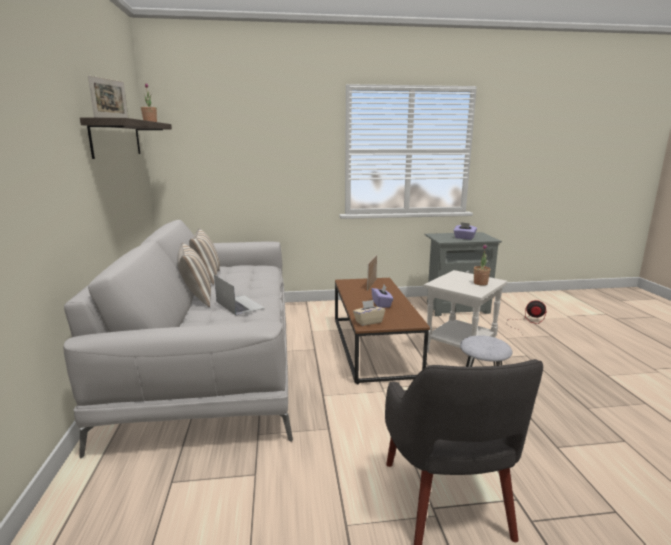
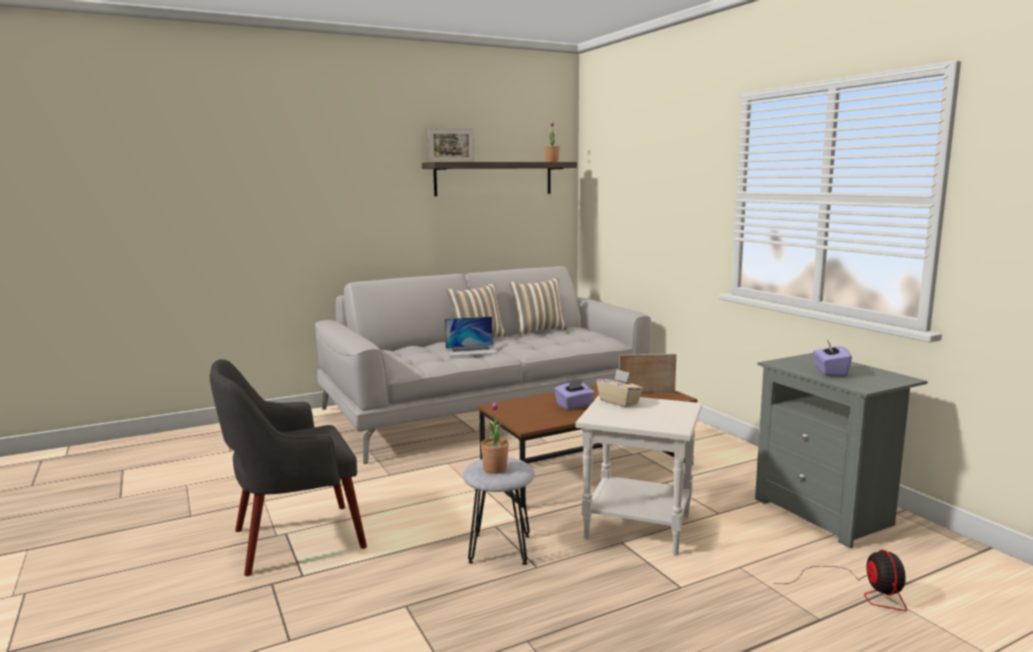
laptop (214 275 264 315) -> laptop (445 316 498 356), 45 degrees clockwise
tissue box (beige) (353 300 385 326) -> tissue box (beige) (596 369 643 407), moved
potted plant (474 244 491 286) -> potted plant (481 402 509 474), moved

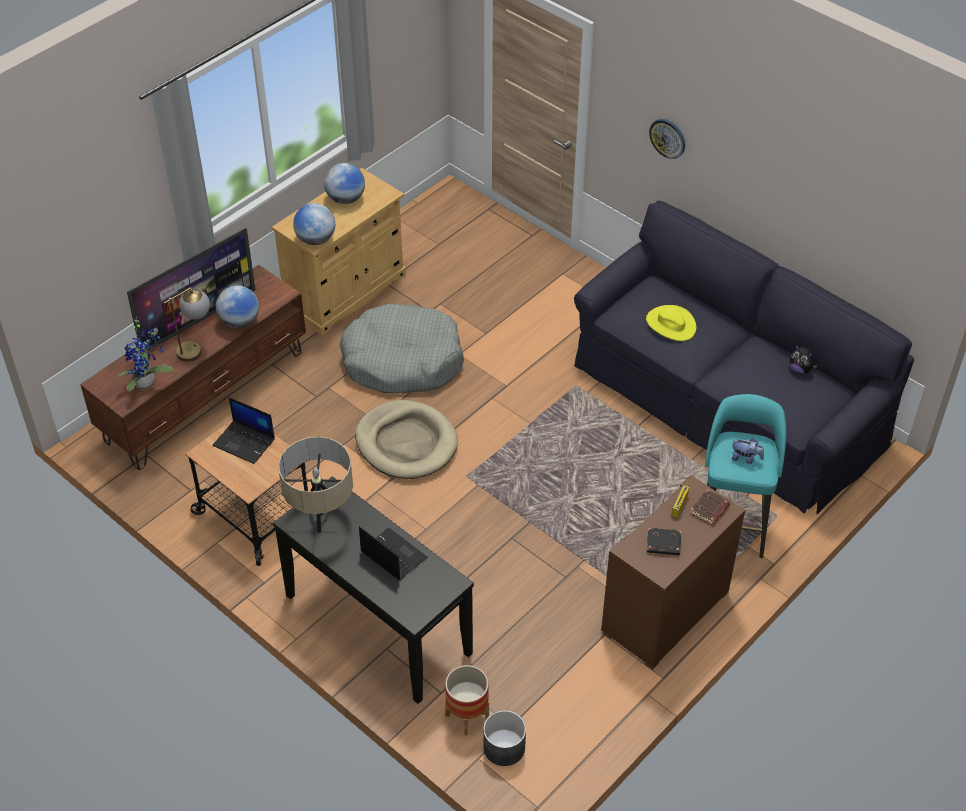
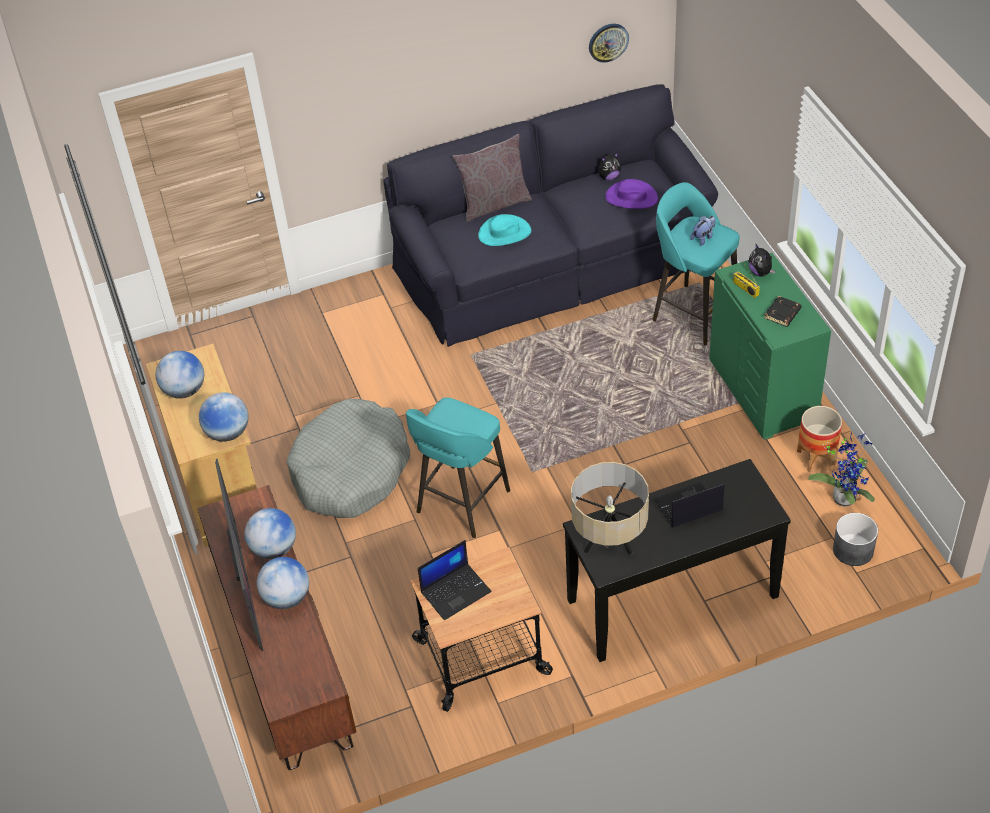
potted plant (117 319 173 391) -> potted plant (808 433 875 507), moved
table lamp (164 287 210 362) -> globe (257 557 309 609)
dog bed (beige) (355 400 458 479) -> stool (turquoise) (406 397 510 538)
planter (445 665 489 736) -> planter (797 406 842 472), moved
dresser (brown) (601 475 745 670) -> dresser (green) (709 253 831 440)
hat (yellow) (646 305 696 341) -> hat (turquoise) (478 214 531 246)
wall clock (649 119 685 159) -> wall clock (589 24 629 63), moved
book (brown) (690 489 730 525) -> plush toy (749 243 775 277)
none -> pillow (grey) (452 134 532 222)
none -> hat (purple) (605 179 658 209)

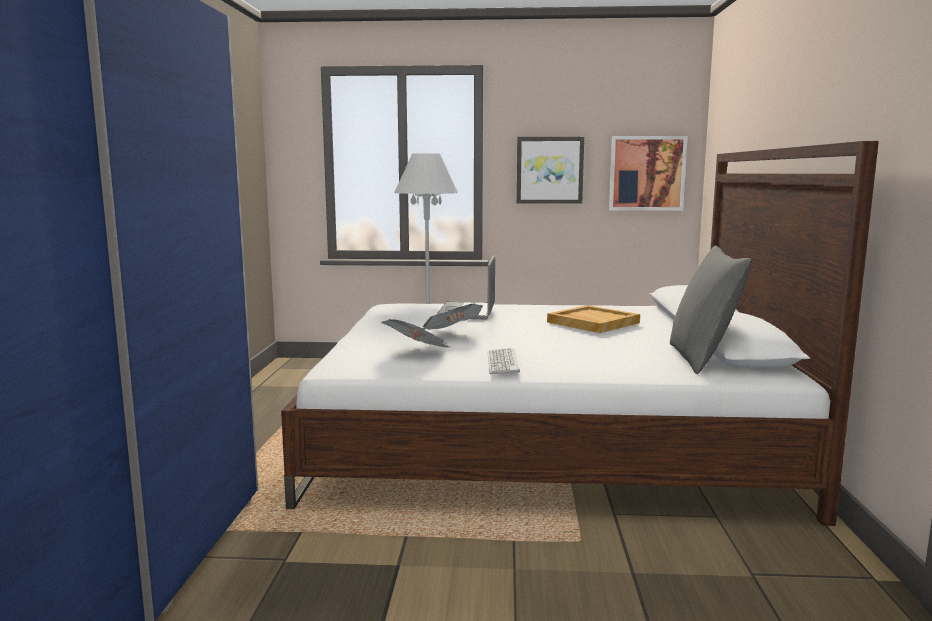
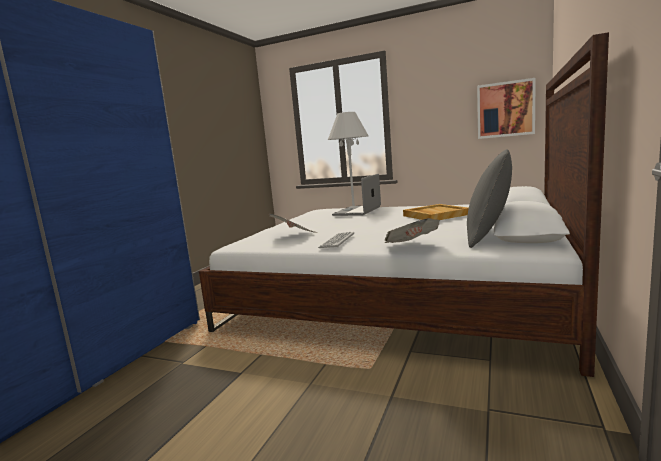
newspaper (422 303 483 330) -> newspaper (384 218 440 243), moved
picture (517 137 584 204) -> none

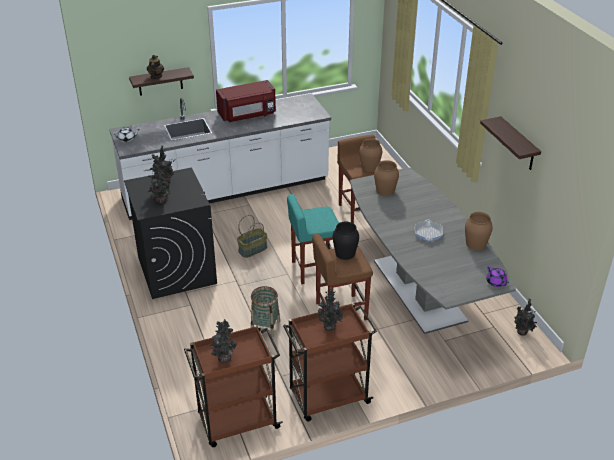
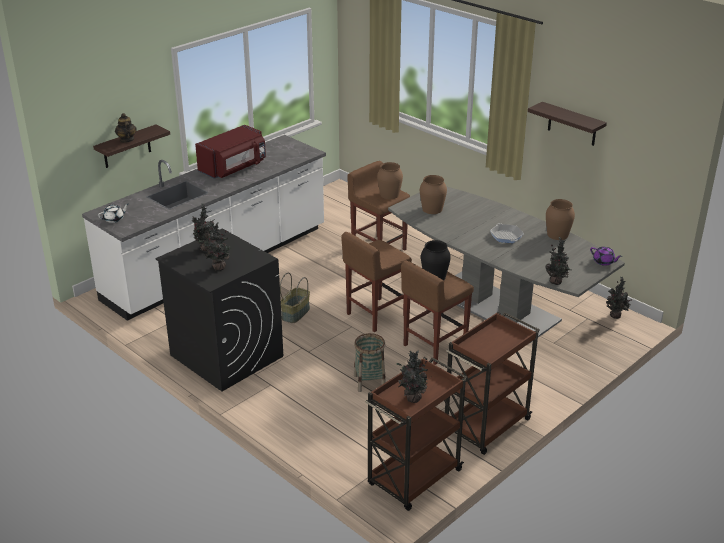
stool (turquoise) (287 194 339 284) -> stool (brown) (341 232 412 332)
potted plant (317 287 345 331) -> potted plant (545 237 572 285), moved

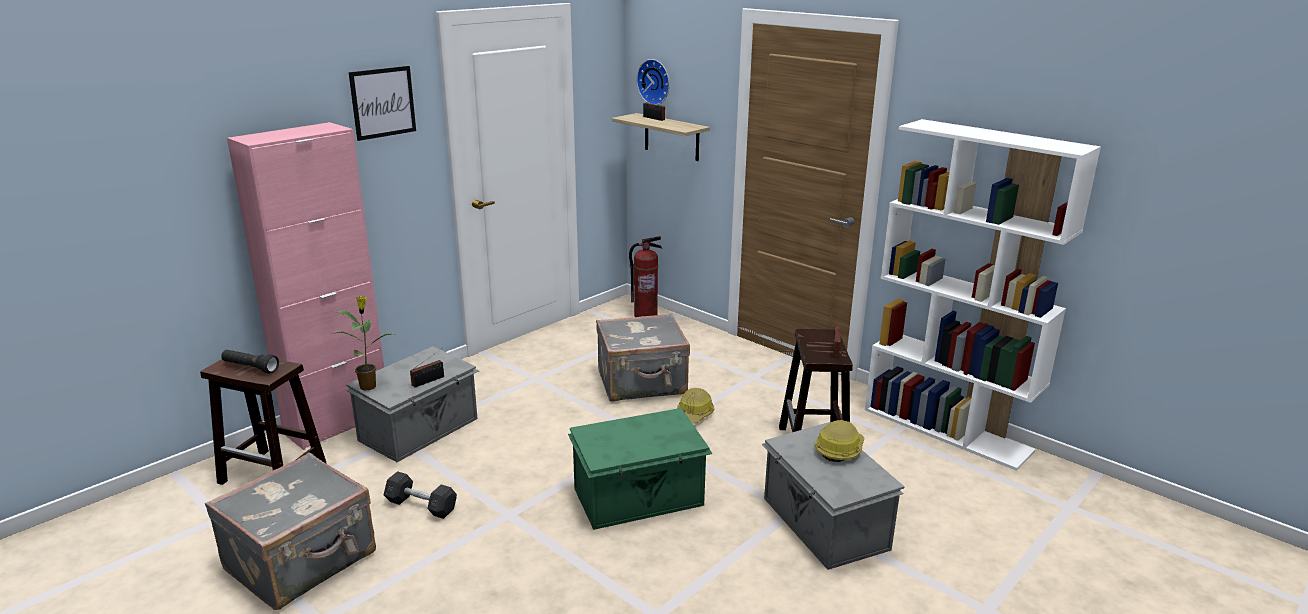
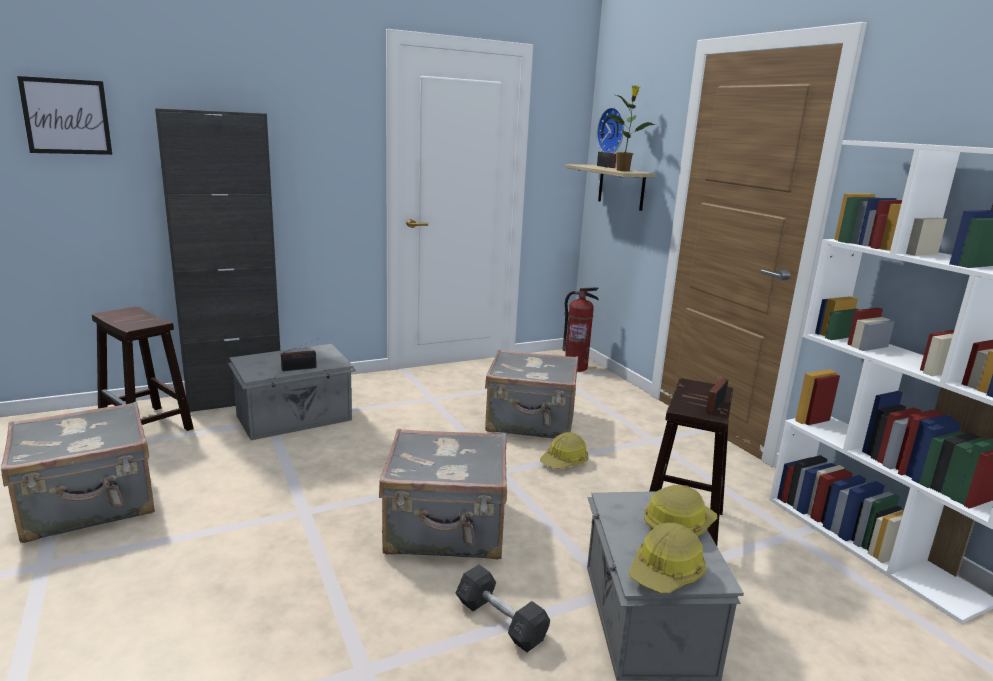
flashlight (black) (221 350 279 373) -> none
cabinet (pink) (227 122 384 450) -> cabinet (black) (155 108 280 413)
potted plant (331 296 392 390) -> potted plant (605 85 656 171), moved
picture (349 66 416 141) -> picture (17 76 112 155), moved
dumbbell (grey) (384 471 457 519) -> dumbbell (grey) (456 565 550 652), moved
storage box (green) (568 408 713 530) -> suitcase (grey) (379 429 507 559)
none -> hard hat (629 523 706 594)

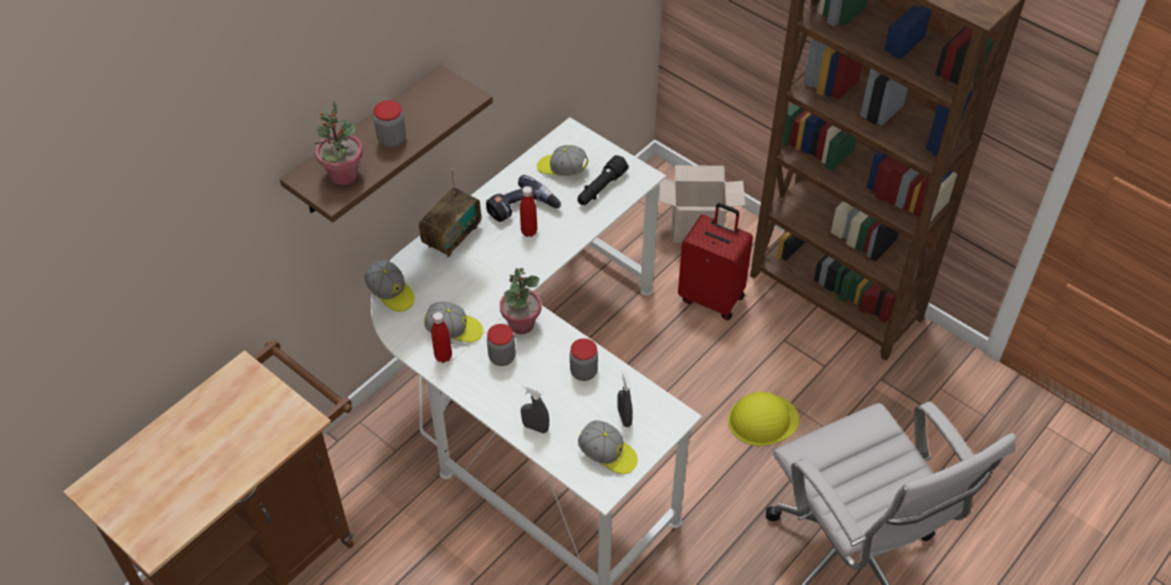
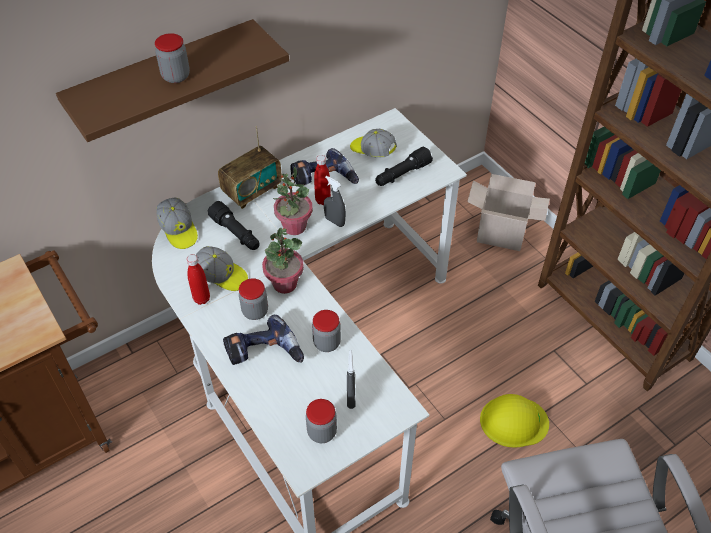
potted plant (315 101 363 185) -> potted plant (273 167 313 235), moved
spray bottle (grey) (521 385 549 433) -> spray bottle (grey) (324 176 346 227), moved
cap (578 420 638 474) -> jar (306 399 337 443)
suitcase (red) (678 203 753 320) -> none
none -> flashlight (black) (208 201 259 250)
none -> power drill (223 315 304 365)

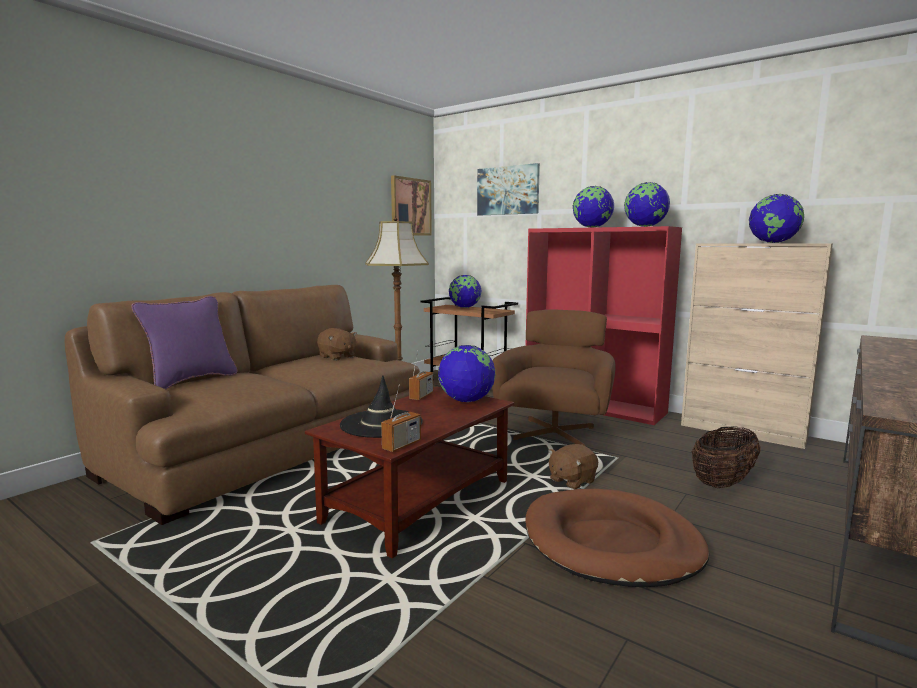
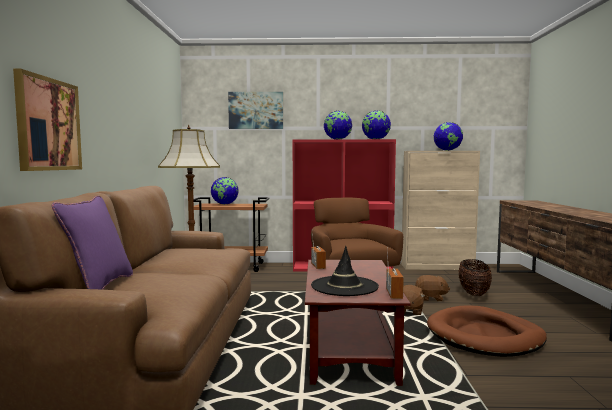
plush toy (brown) (317 328 357 361) -> plush toy (brown) (415 275 450 301), moved
picture (391 175 432 236) -> picture (13 69 82 171), moved
globe (438 345 496 402) -> none

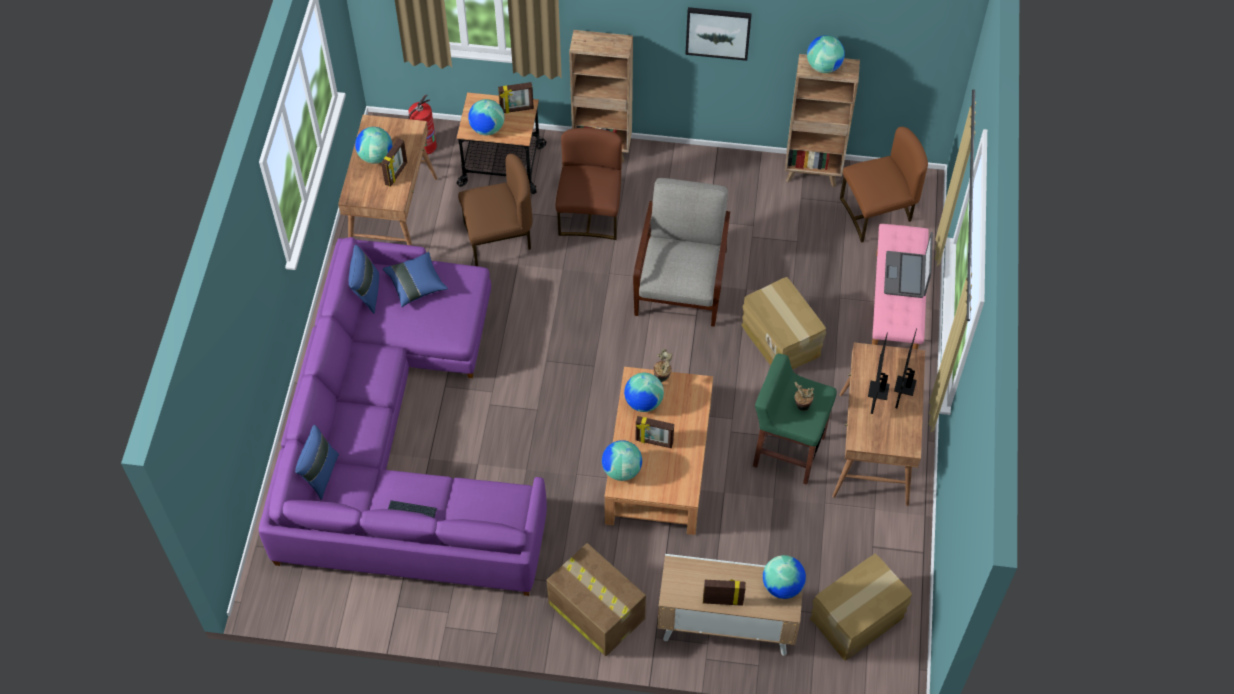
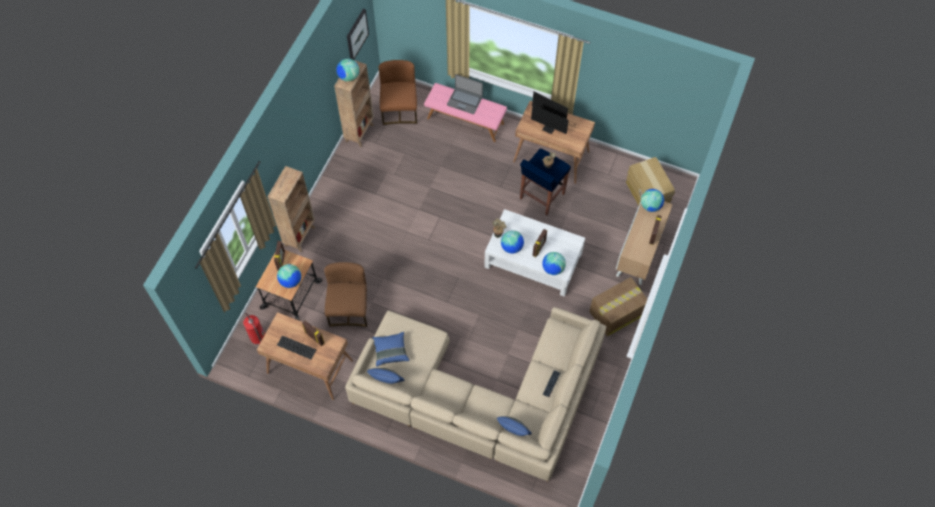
sofa (purple) (259 237 547 596) -> sofa (beige) (345 307 606 481)
globe (355 127 392 164) -> keyboard (277 335 317 359)
chair (brown) (556 128 622 240) -> none
coffee table (brown) (605 367 713 535) -> coffee table (white) (484 209 585 297)
armchair (grey) (633 178 730 327) -> none
picture (685 7 752 61) -> picture (347 9 369 60), moved
cardboard box (742 277 826 369) -> none
stool (green) (753 354 837 485) -> stool (blue) (520 148 571 215)

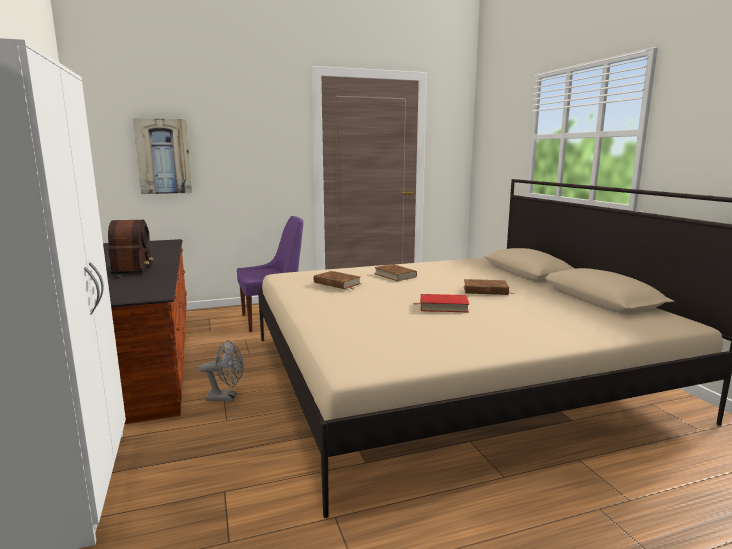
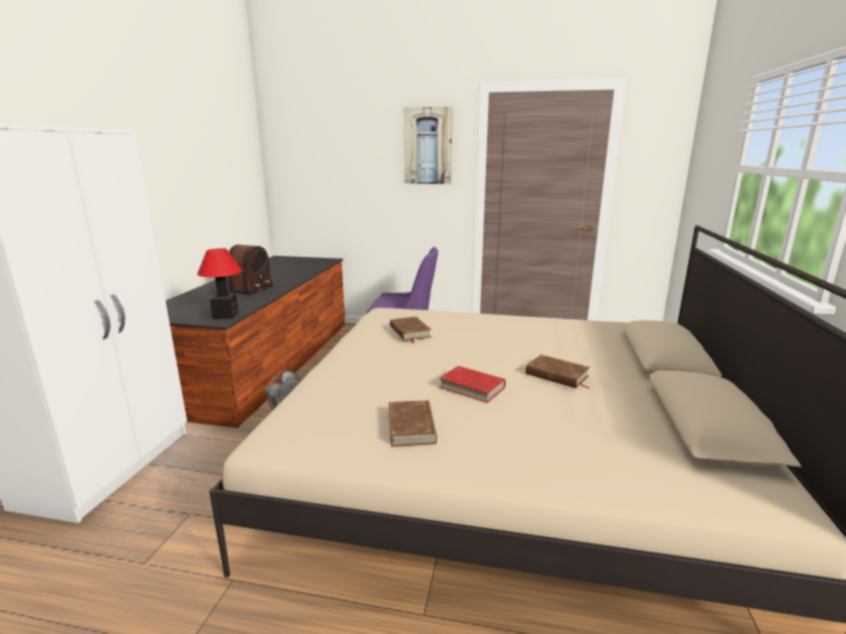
picture (133 118 192 194) -> picture (404 107 453 184), moved
book (brown) (374 264 417 281) -> book (brown) (389 400 437 447), moved
none -> table lamp (197 248 242 319)

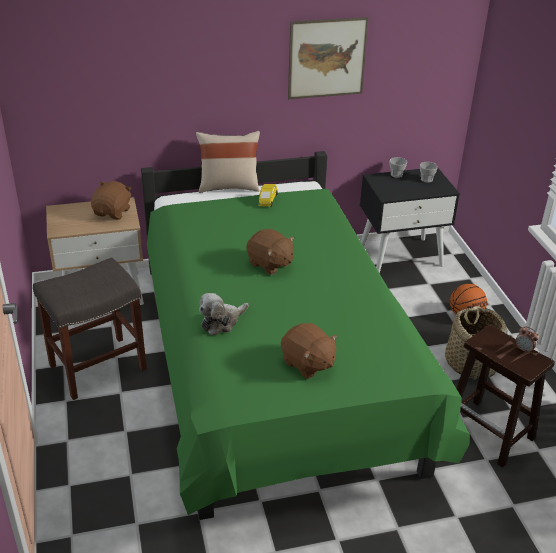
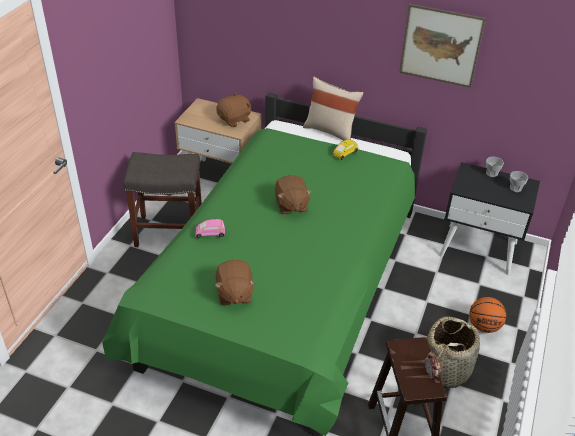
plush toy (199 293 249 336) -> toy car (pink) (196 219 225 238)

